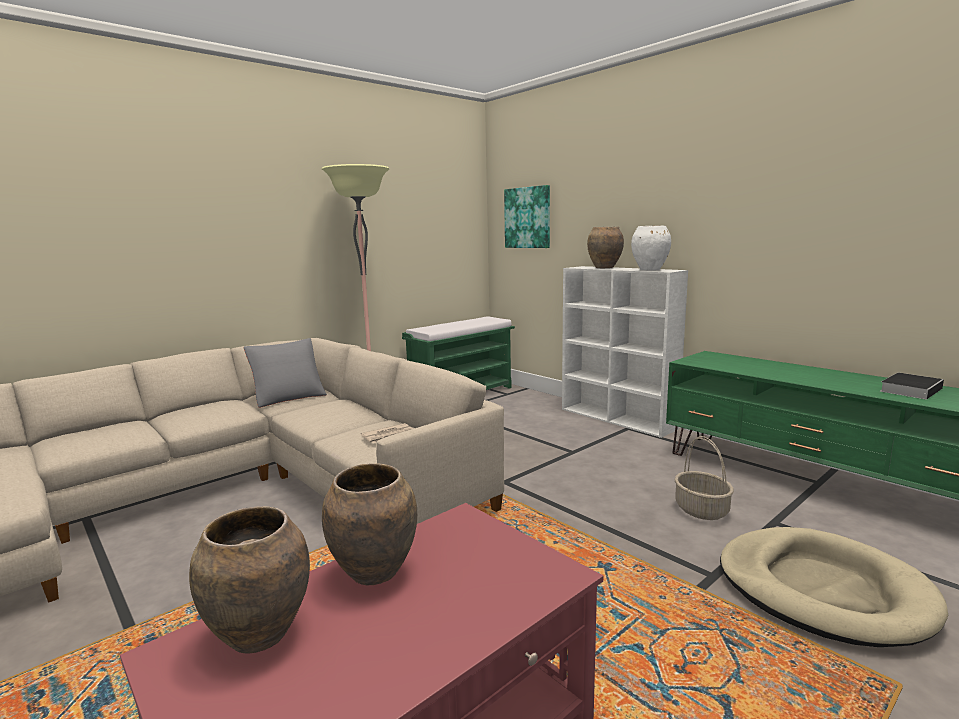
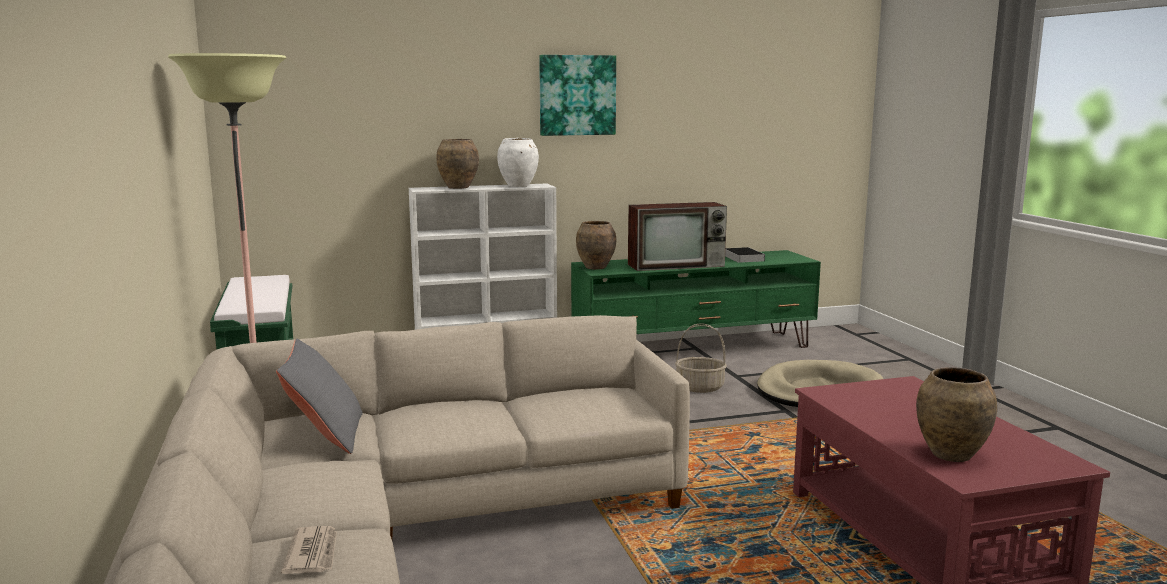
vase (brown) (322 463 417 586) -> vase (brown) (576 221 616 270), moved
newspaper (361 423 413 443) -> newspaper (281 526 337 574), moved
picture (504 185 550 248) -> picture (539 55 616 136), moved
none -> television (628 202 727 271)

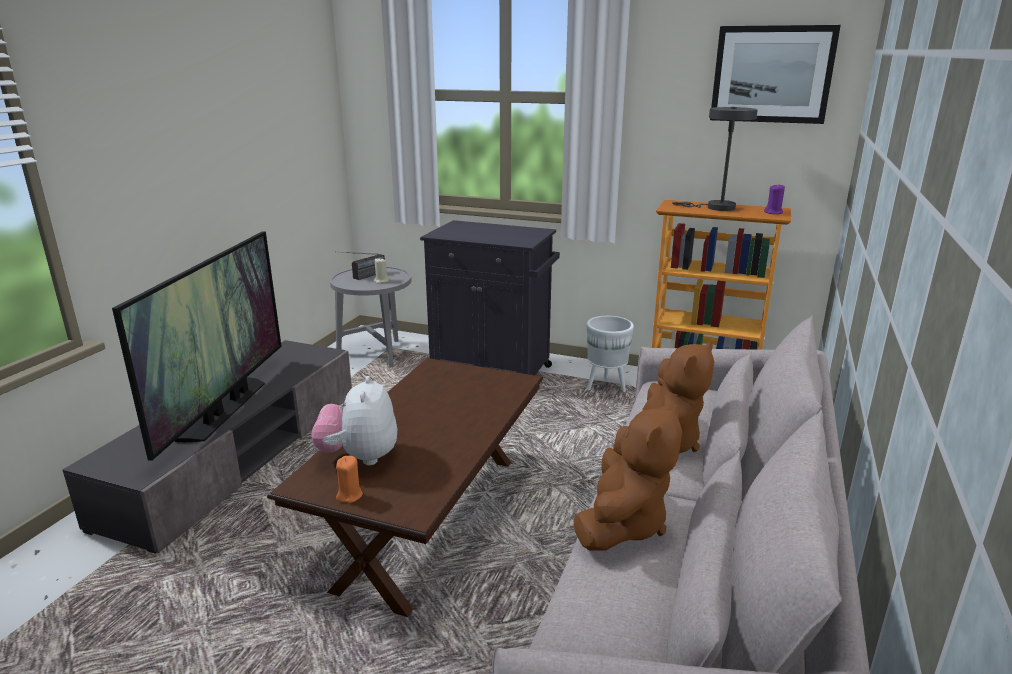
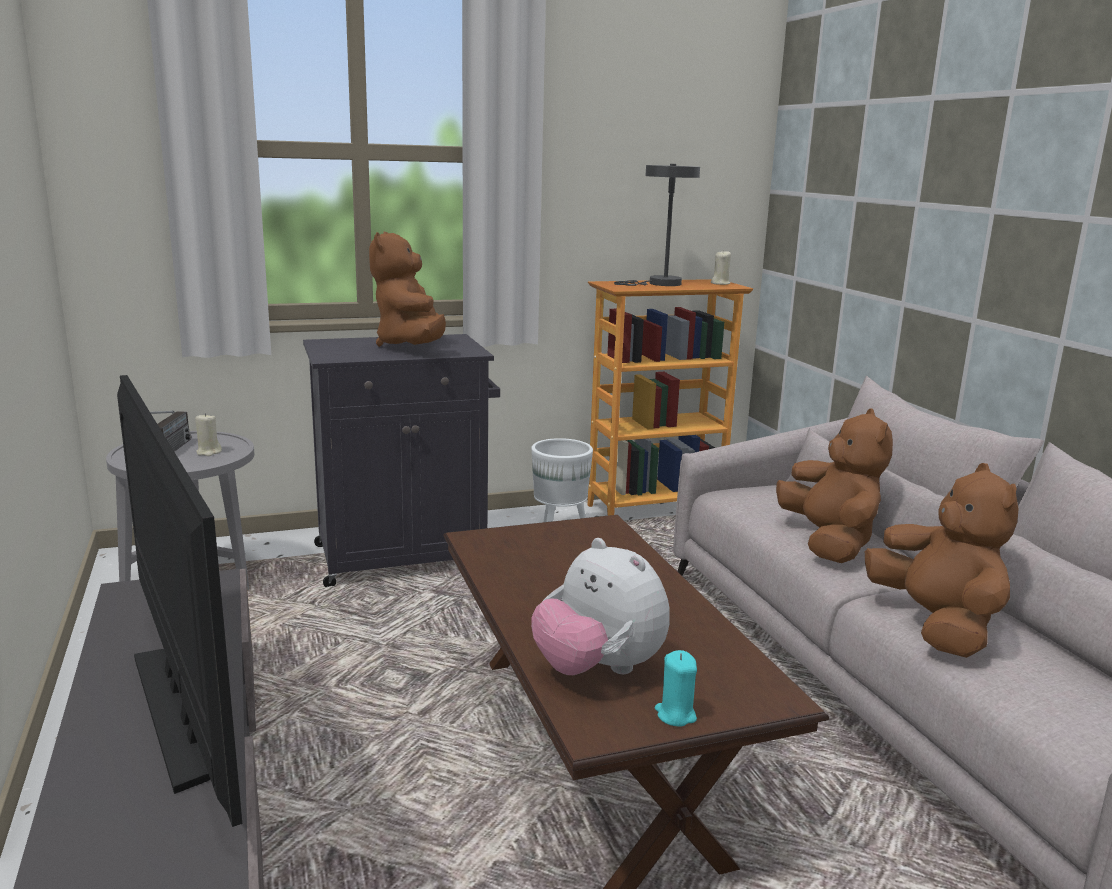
candle (orange) (336 456 363 503) -> candle (turquoise) (655 650 697 727)
picture (710 25 841 124) -> none
candle (purple) (764 184 785 214) -> candle (beige) (711 251 731 285)
none -> plush toy (brown) (369 232 446 347)

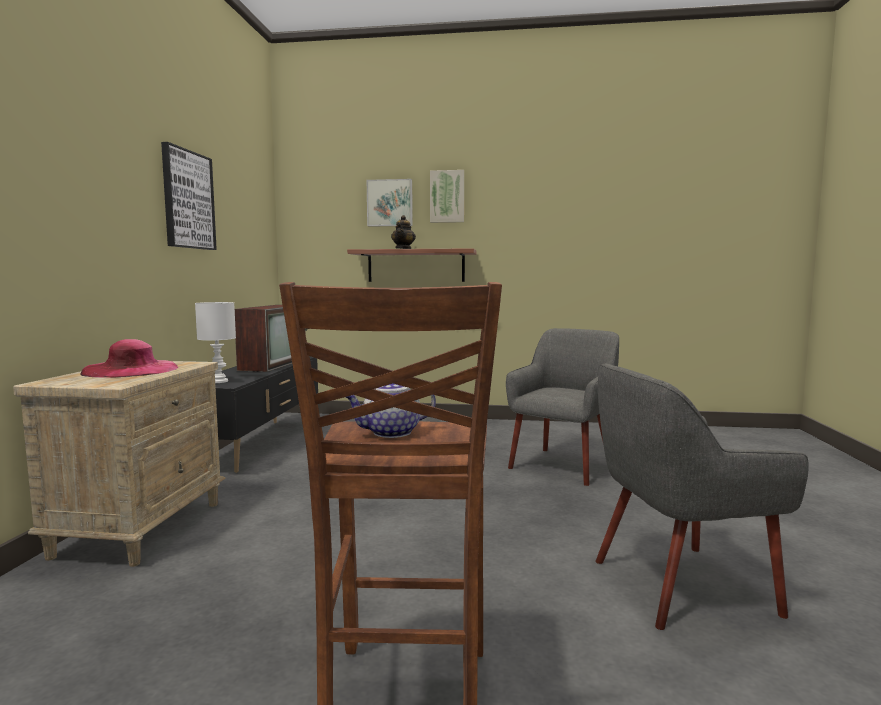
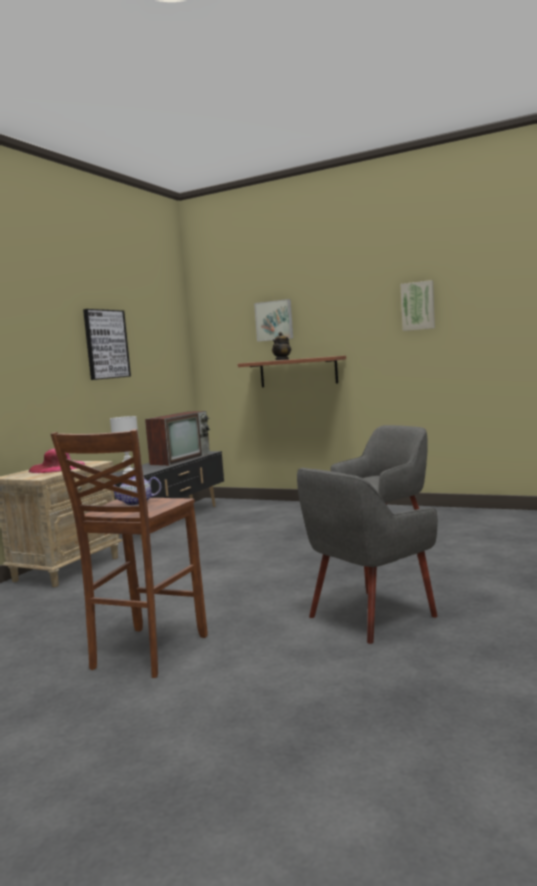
picture (430 170 464 223) -> picture (400 280 435 331), moved
armchair (grey) (595 363 809 630) -> armchair (grey) (297 468 438 644), 45 degrees counterclockwise

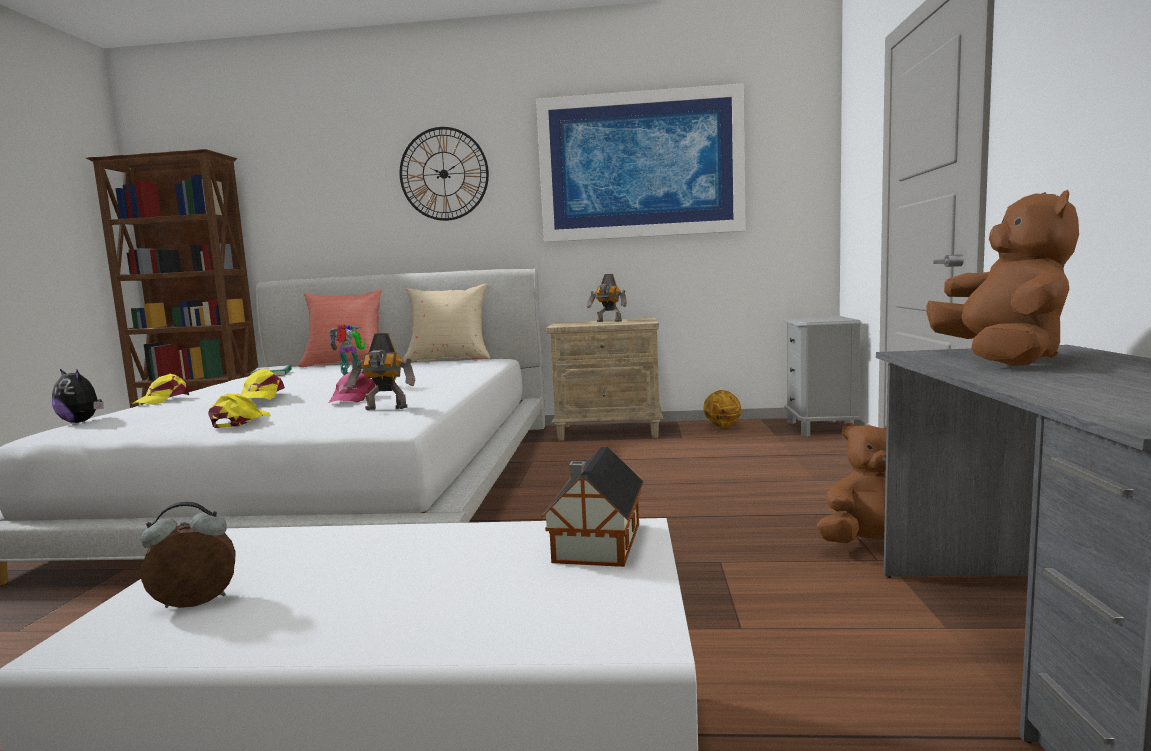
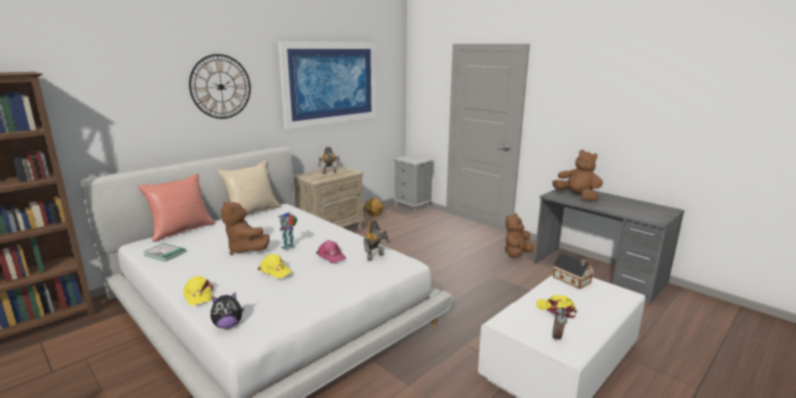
cap (yellow) (208 394 271 428) -> cap (yellow) (536 295 577 318), moved
none -> plush toy (brown) (221 201 270 255)

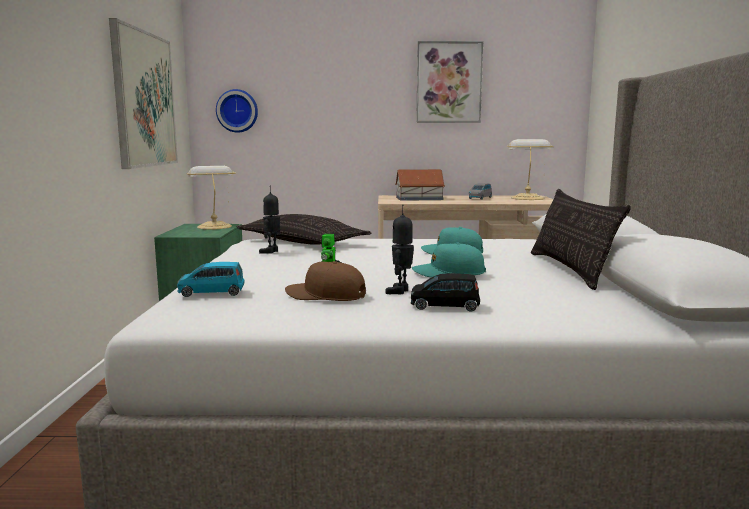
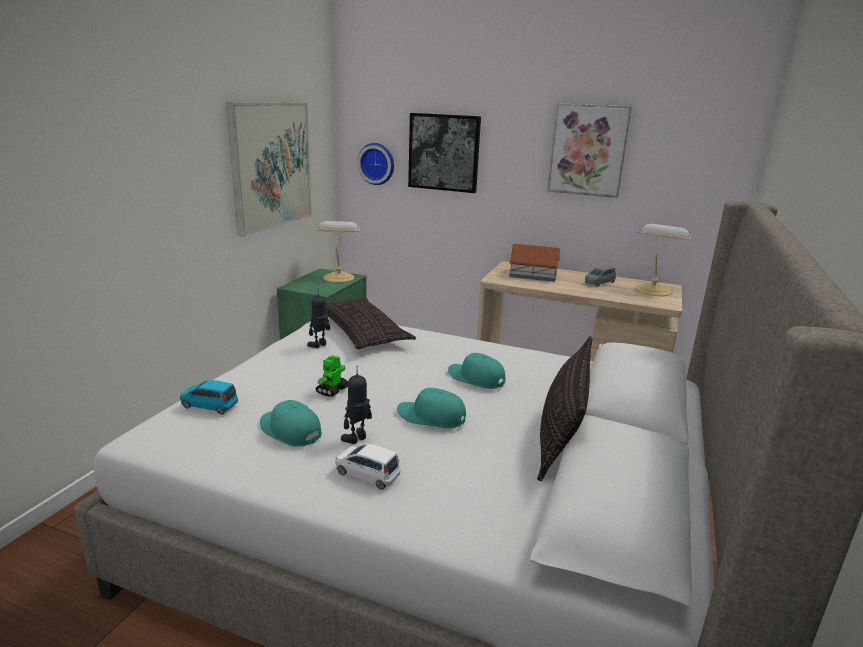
cap (brown) (285 261 366 301) -> cap (turquoise) (260 400 322 446)
toy car (black) (411 273 480 311) -> toy car (white) (335 444 401 490)
none -> picture (408 113 481 193)

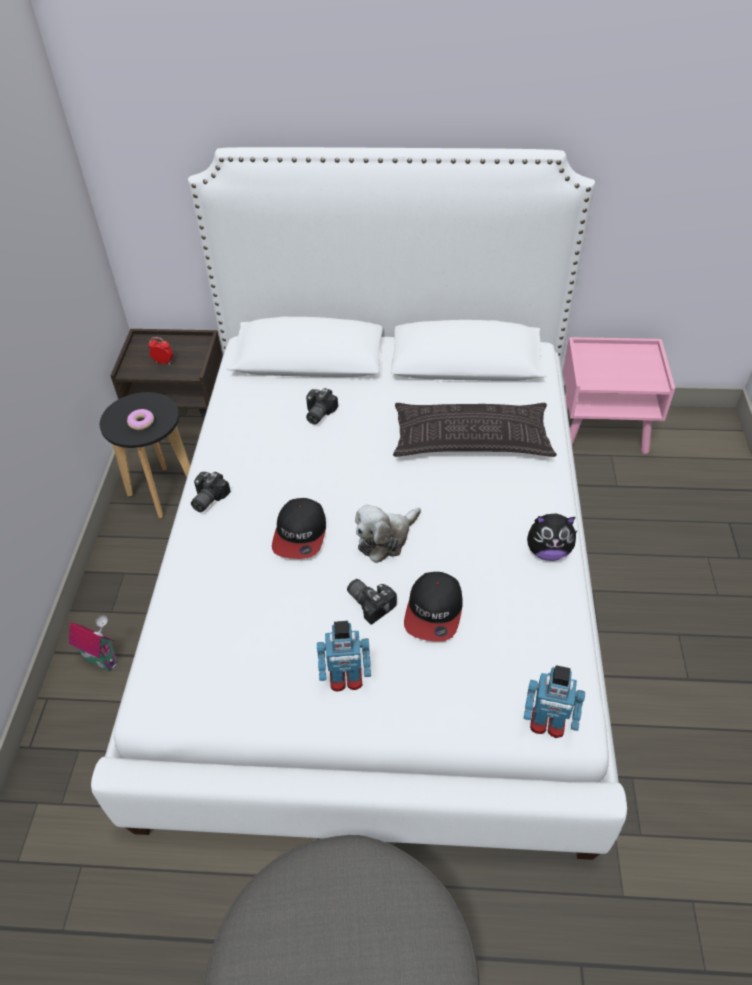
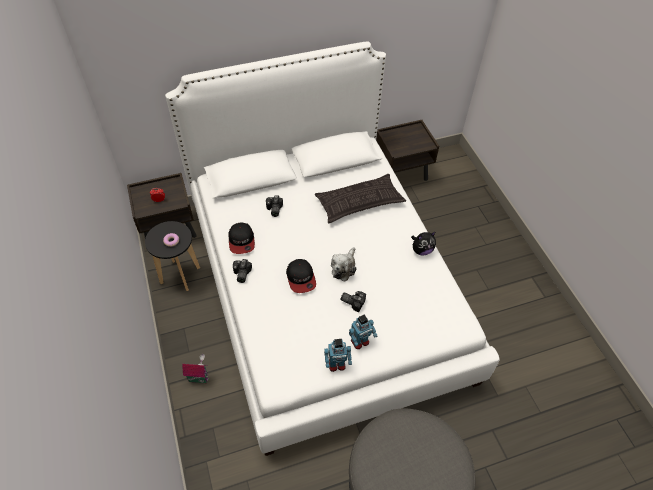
cap (404 572 463 641) -> cap (228 223 255 254), moved
toy robot (524 665 585 738) -> toy robot (324 339 352 372), moved
nightstand (pink) (563 337 675 454) -> nightstand (brown) (376 120 439 181)

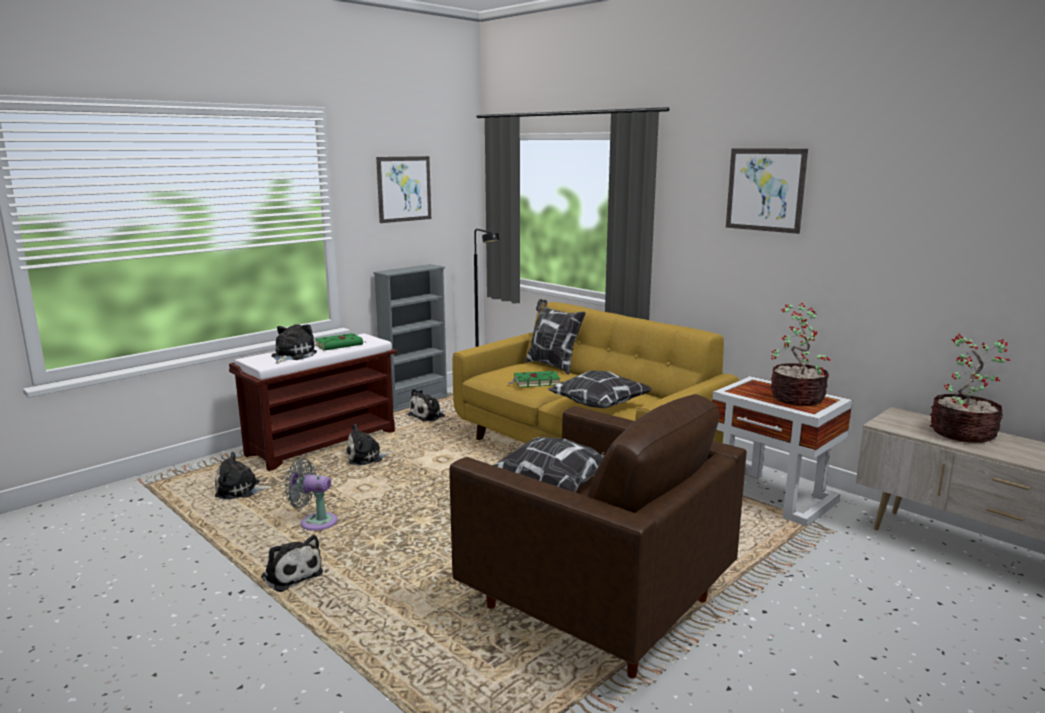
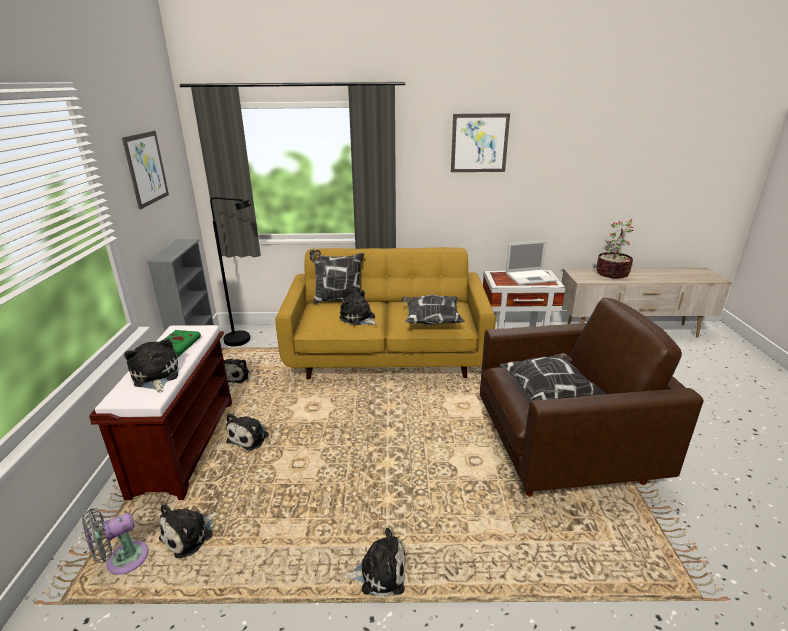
fan (grey) (285 458 338 531) -> fan (grey) (82 508 149 575), moved
book (green) (508 371 560 387) -> plush toy (340 290 378 325)
potted plant (771 303 831 406) -> laptop (506 241 557 285)

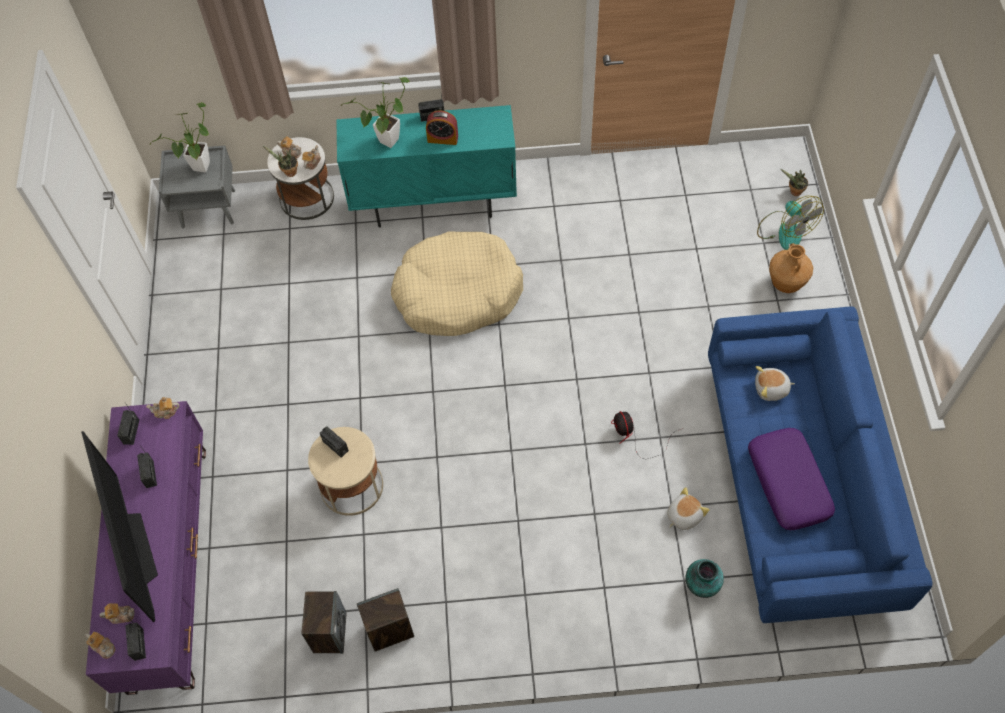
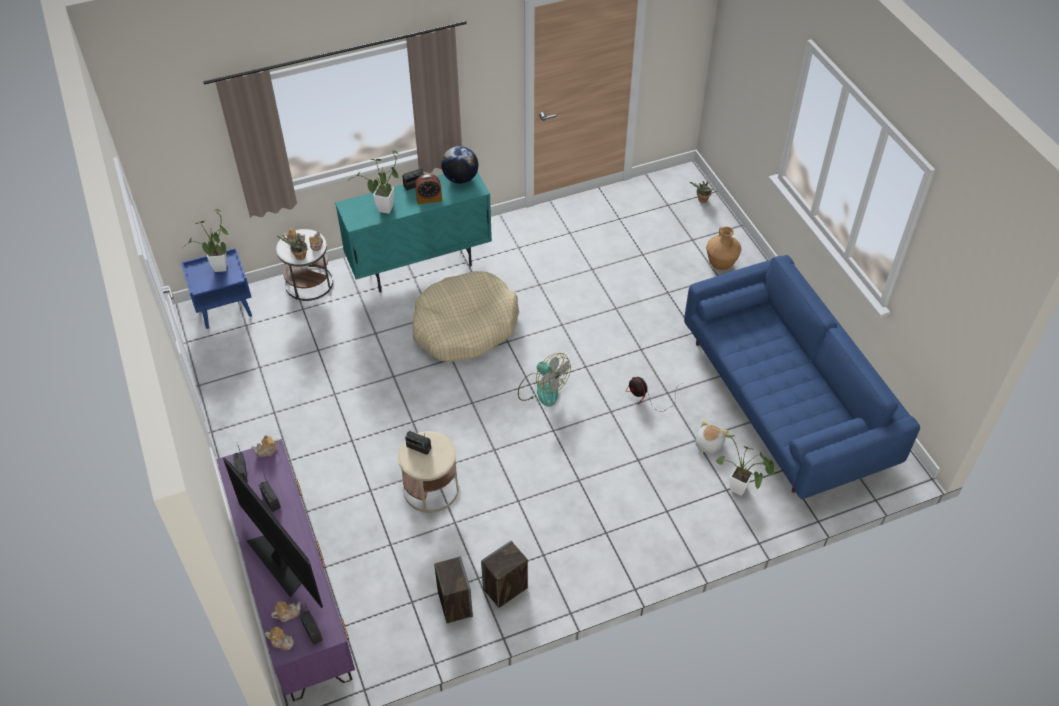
nightstand (grey) (158 146 235 229) -> nightstand (blue) (181 248 252 329)
vase (685 559 724 598) -> potted plant (716 435 775 496)
pillow (purple) (748 428 835 530) -> none
plush toy (755 366 795 401) -> none
fan (757 196 824 250) -> fan (518 353 571 407), moved
none -> globe (441 146 478 184)

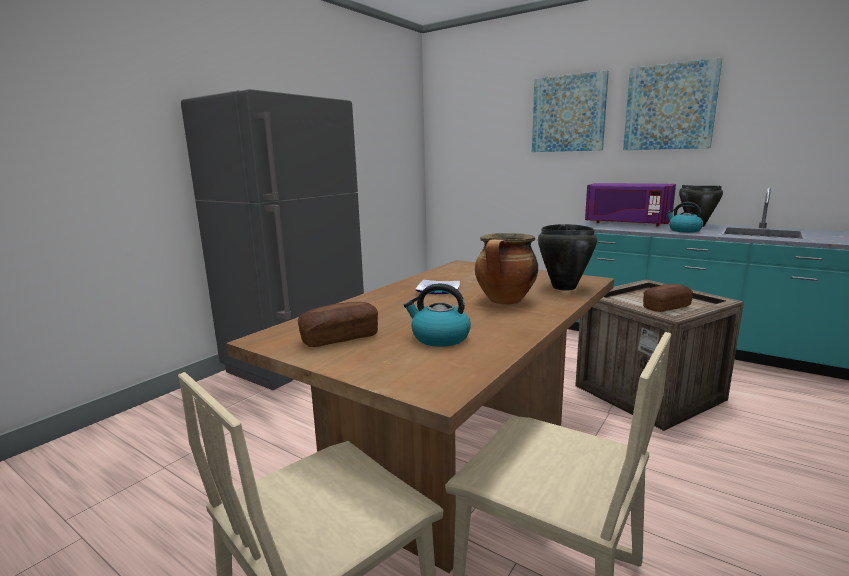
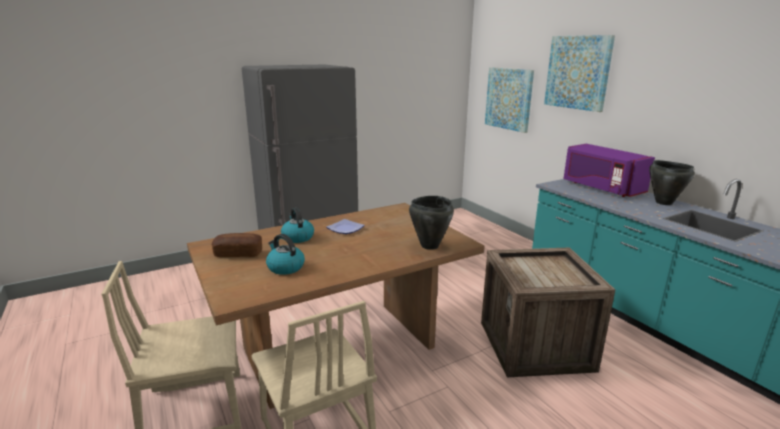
cooking pot (475 233 538 305) -> none
picture (623 58 722 150) -> picture (485 67 534 133), moved
bread (643 284 693 312) -> none
kettle (666 202 703 233) -> kettle (281 208 314 243), moved

